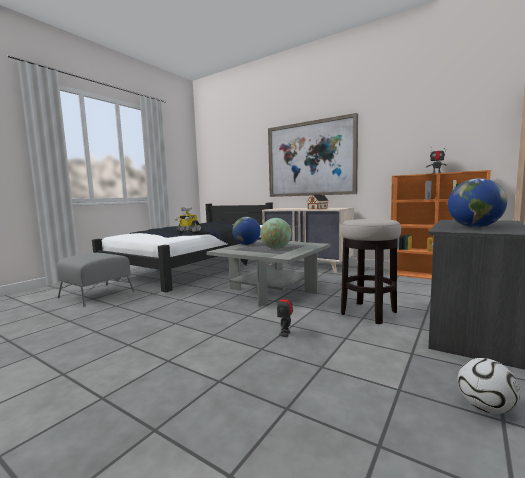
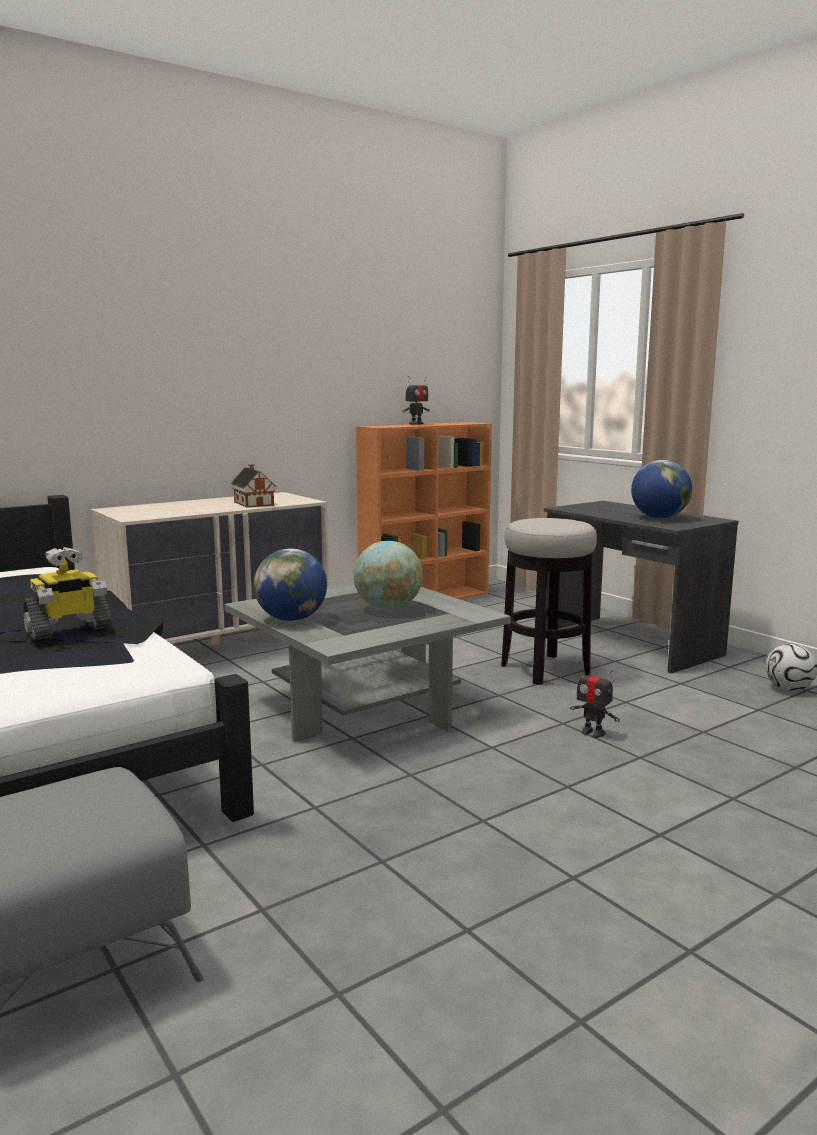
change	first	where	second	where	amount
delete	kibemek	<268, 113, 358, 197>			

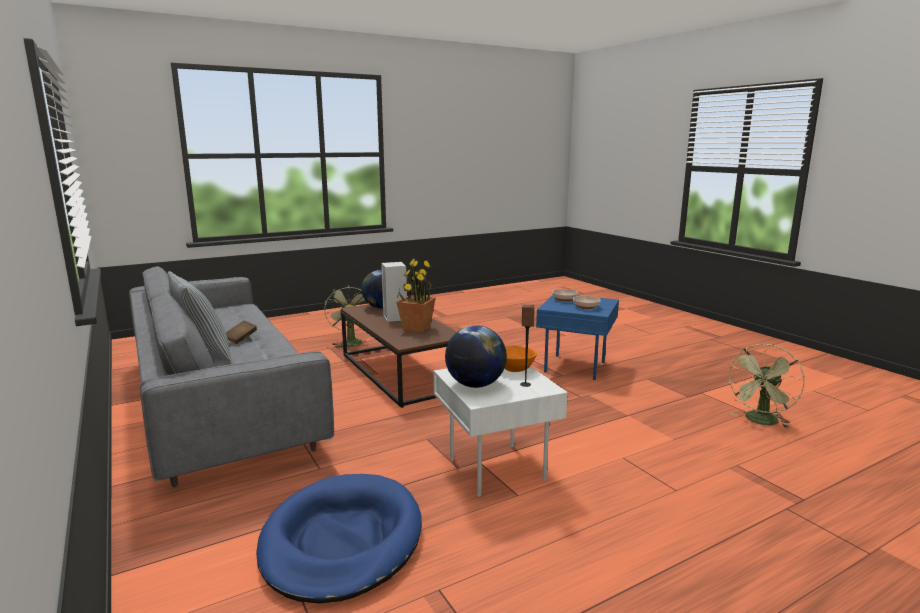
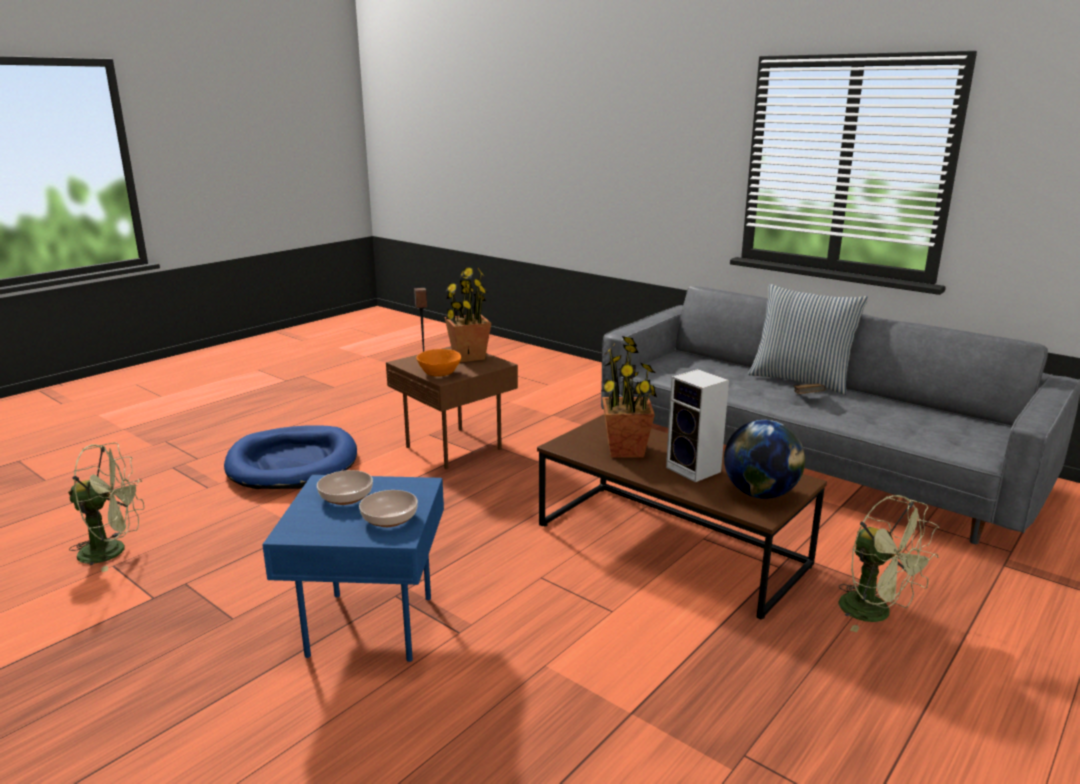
change	first	where	second	where	amount
rotate	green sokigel	<726, 344, 805, 429>		<68, 442, 145, 572>	60 degrees clockwise
move	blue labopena	<256, 474, 422, 604>		<224, 425, 357, 489>	
recolor	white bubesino	<433, 366, 567, 497>	brown bubesino	<386, 346, 518, 469>	
replace	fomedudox	<445, 325, 507, 388>	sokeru	<444, 267, 491, 362>	

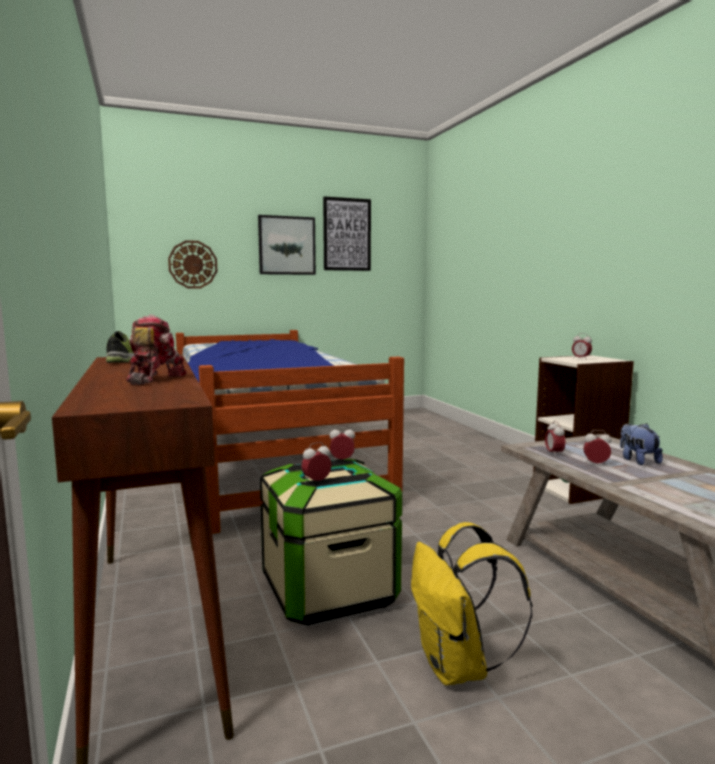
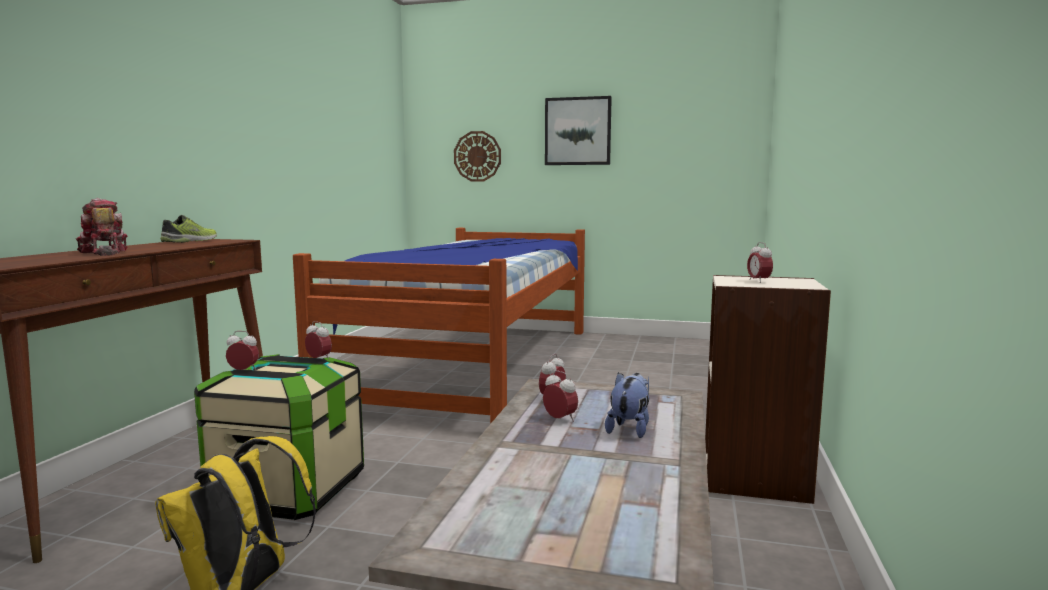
change	first	where	second	where	amount
rotate	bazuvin	<126, 315, 187, 385>		<76, 198, 128, 256>	75 degrees counterclockwise
delete	kibemek	<323, 196, 371, 271>			

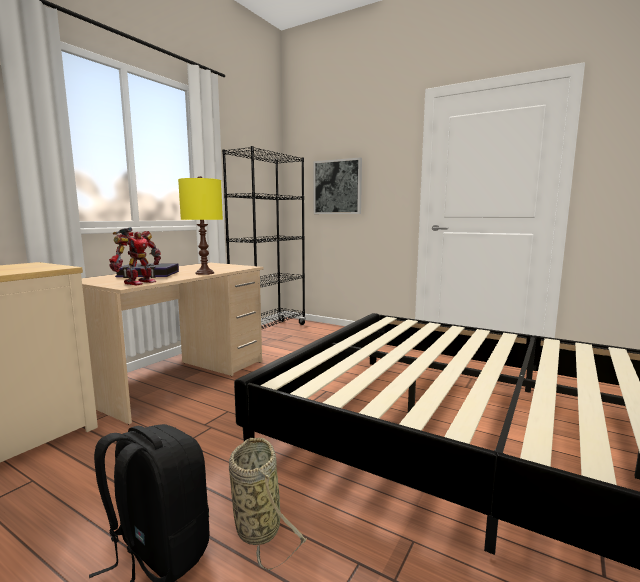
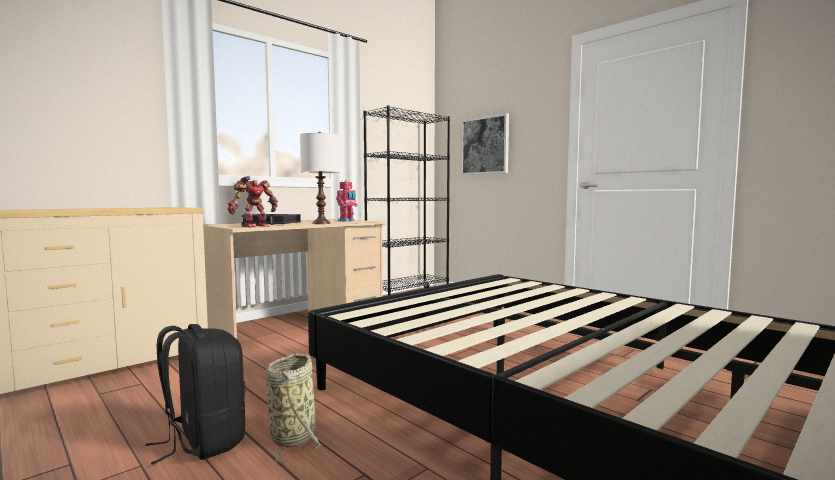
change	first	where	second	where	amount
recolor	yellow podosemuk	<178, 176, 223, 275>	white podosemuk	<300, 132, 340, 224>	
insert			bazuvin	<336, 180, 357, 222>	

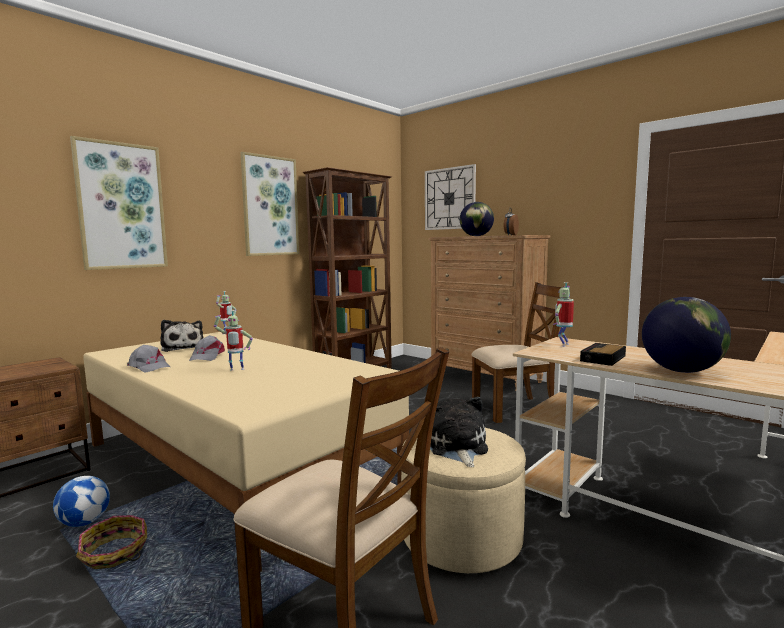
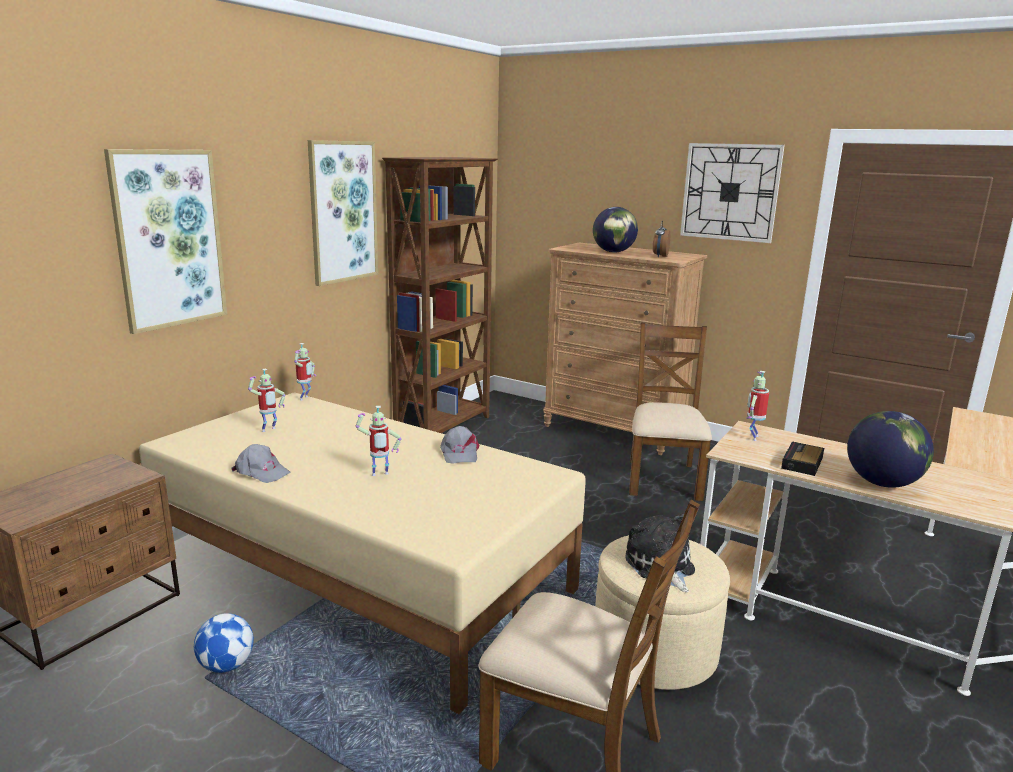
change	first	where	second	where	amount
replace	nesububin	<160, 320, 203, 352>	bazuvin	<248, 368, 285, 432>	
move	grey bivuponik	<189, 335, 225, 361>		<440, 426, 480, 464>	
rotate	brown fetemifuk	<472, 282, 565, 423>		<629, 323, 712, 501>	60 degrees counterclockwise
move	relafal	<425, 164, 476, 230>		<680, 143, 785, 243>	
delete	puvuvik	<76, 515, 147, 569>			

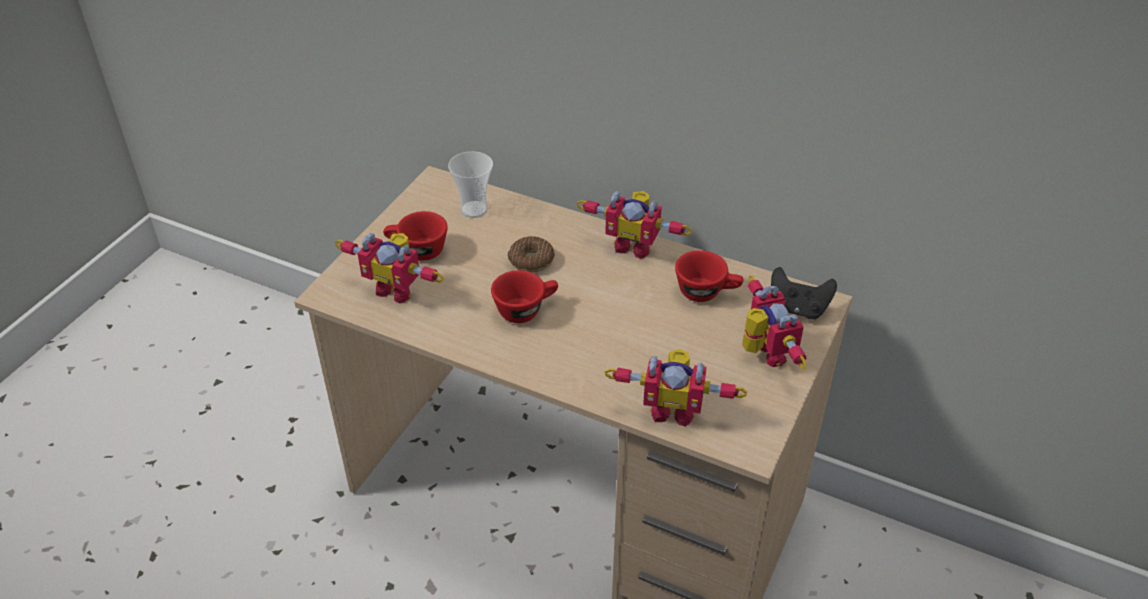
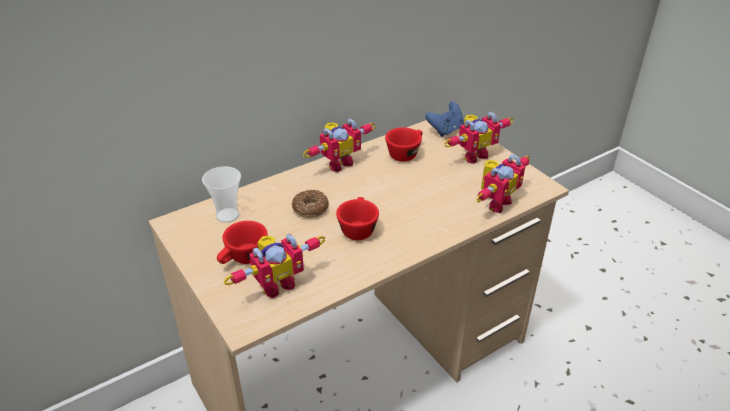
change	first	where	second	where	amount
recolor	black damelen	<771, 267, 837, 319>	blue damelen	<425, 102, 464, 137>	
rotate	bazuvin	<742, 276, 807, 369>		<444, 112, 514, 164>	135 degrees clockwise

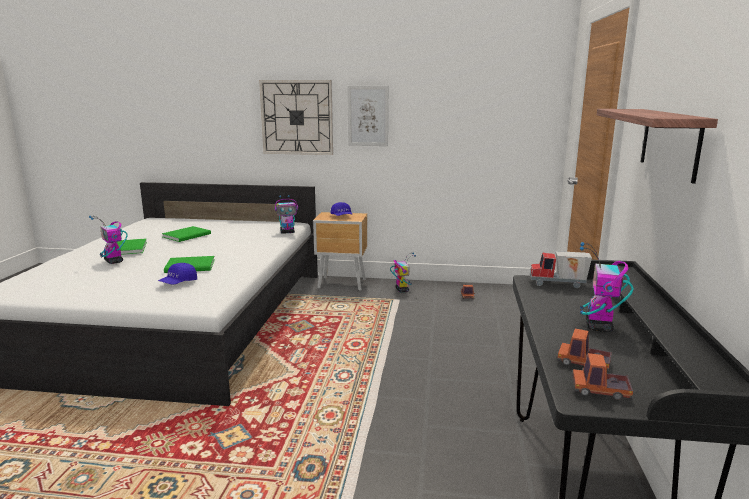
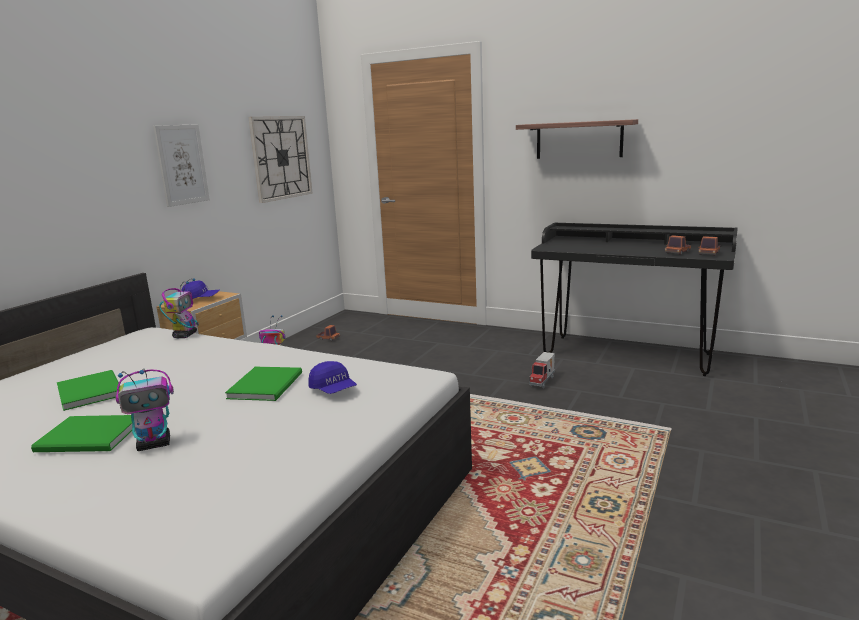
change	first	where	second	where	amount
move	relafal	<259, 80, 333, 155>		<248, 116, 313, 203>	
move	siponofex	<530, 251, 592, 288>		<529, 352, 555, 388>	
delete	bazuvin	<580, 242, 634, 332>			

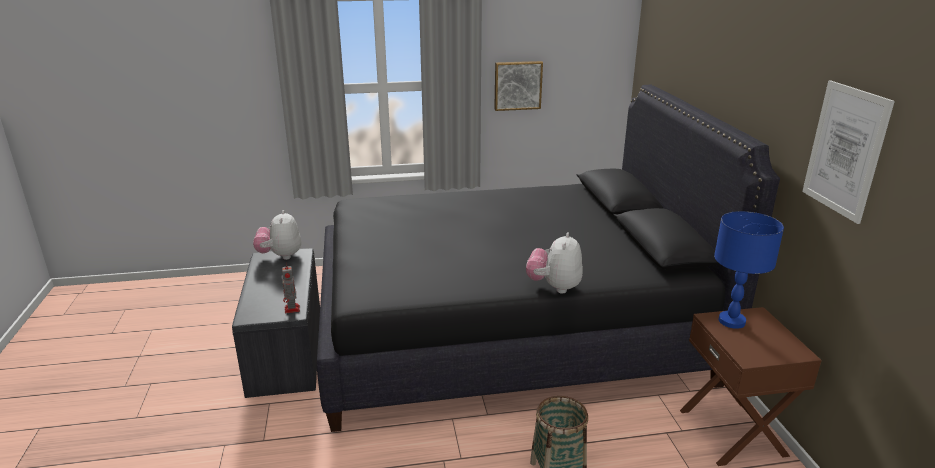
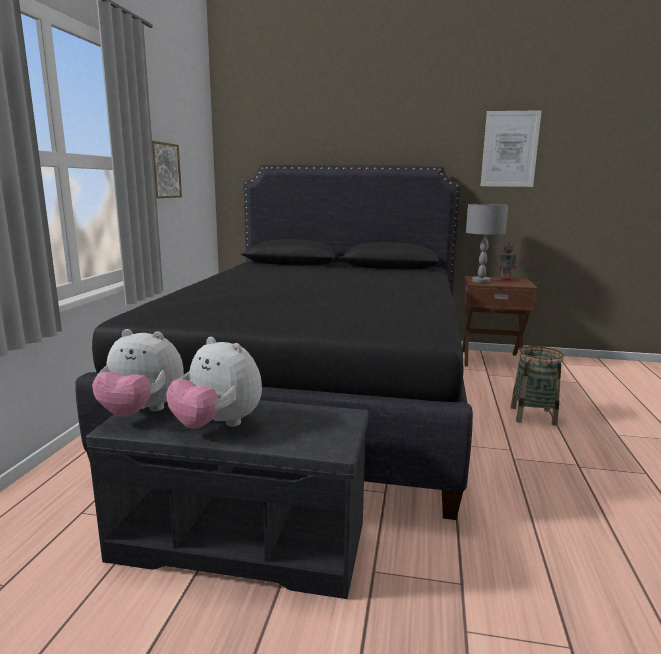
change	first	where	second	where	amount
move	nesububin	<526, 233, 583, 294>		<167, 337, 262, 429>	
recolor	blue podosemuk	<714, 211, 784, 329>	grey podosemuk	<466, 204, 508, 283>	
move	bazuvin	<282, 264, 300, 314>		<499, 241, 516, 280>	

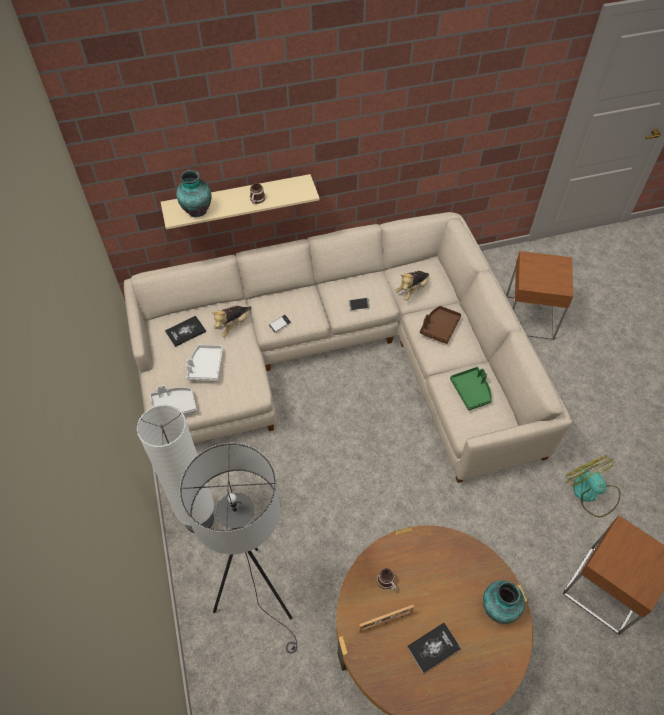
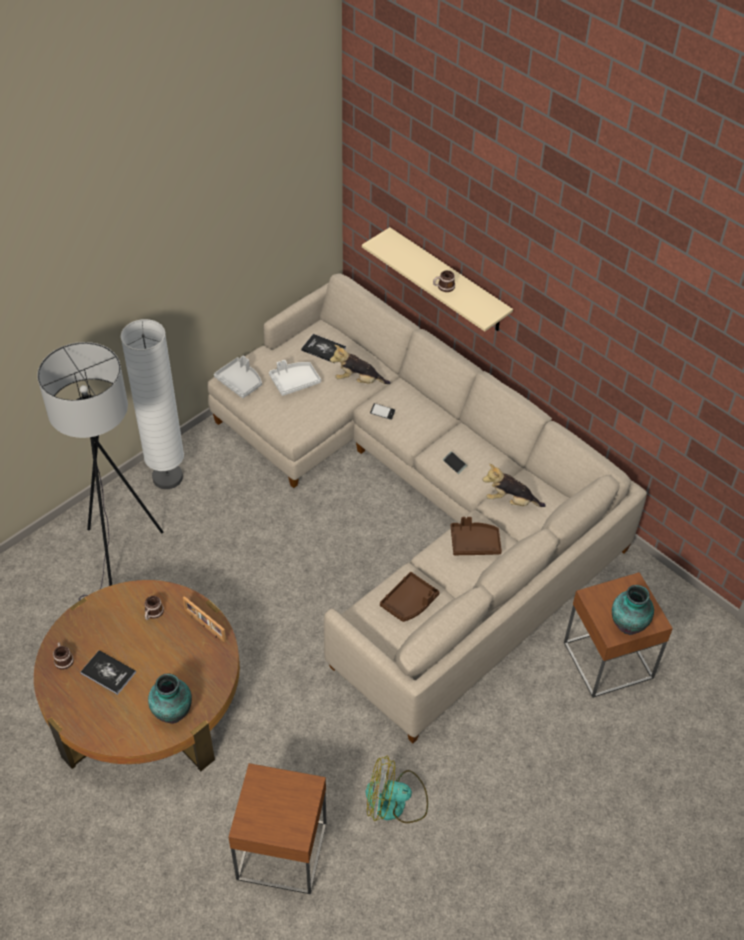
change	first	where	second	where	amount
insert			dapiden	<53, 642, 74, 670>	
move	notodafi	<359, 605, 414, 633>		<183, 596, 226, 643>	
rotate	sokigel	<566, 455, 620, 518>		<365, 756, 428, 823>	120 degrees counterclockwise
recolor	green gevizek	<450, 367, 492, 410>	brown gevizek	<380, 572, 440, 622>	
move	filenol	<176, 170, 211, 217>		<612, 585, 654, 635>	

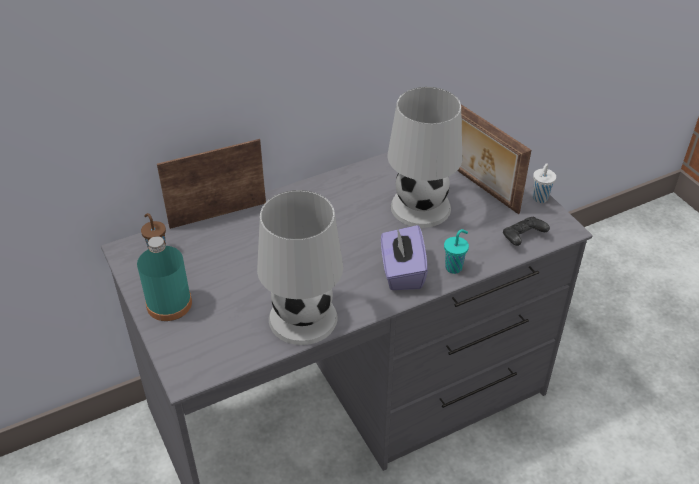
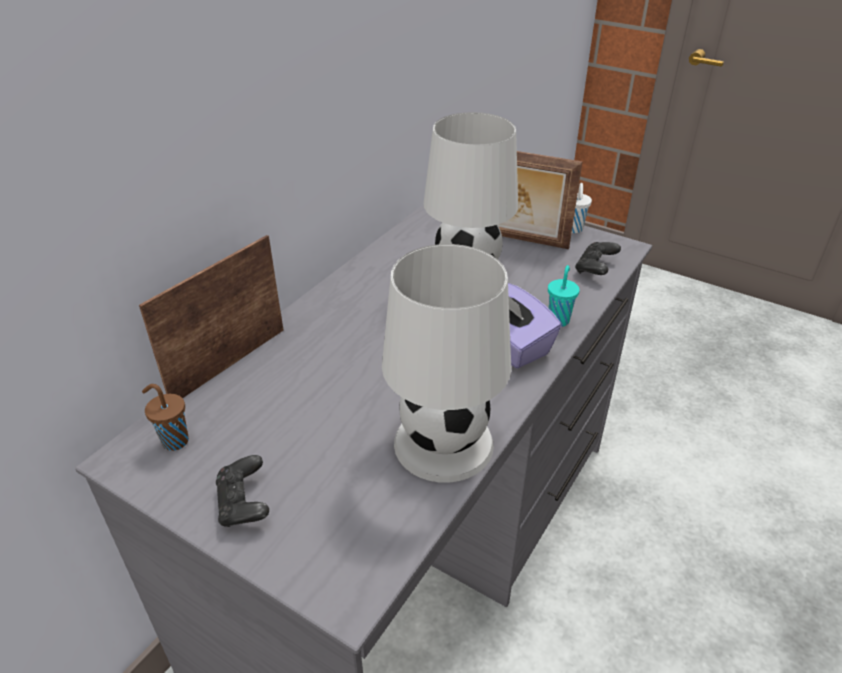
change	first	where	second	where	amount
replace	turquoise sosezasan	<137, 236, 192, 321>	black damelen	<216, 455, 269, 527>	

